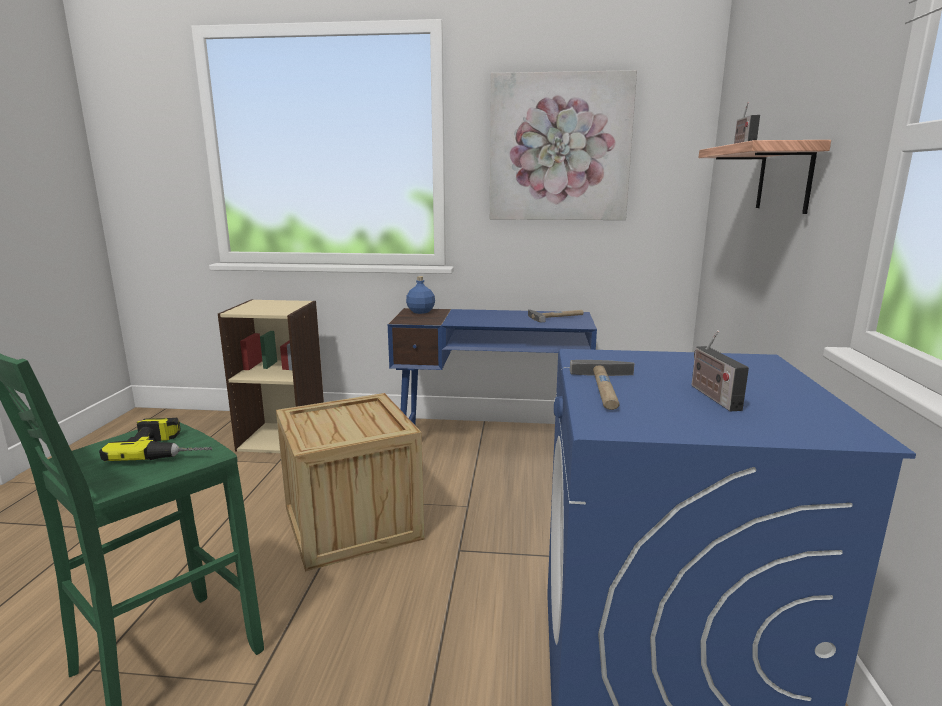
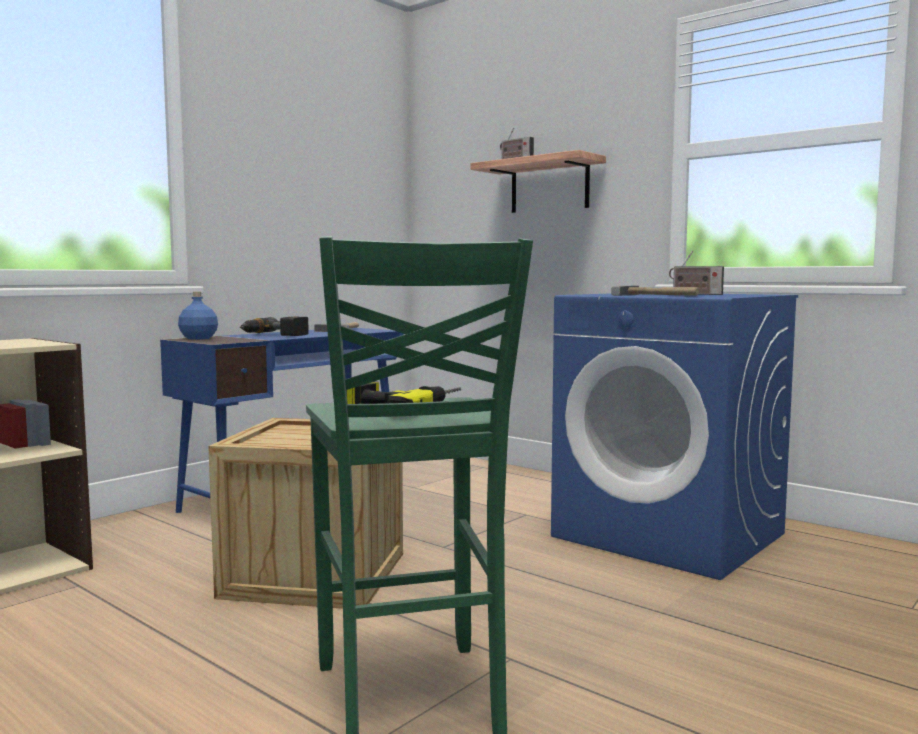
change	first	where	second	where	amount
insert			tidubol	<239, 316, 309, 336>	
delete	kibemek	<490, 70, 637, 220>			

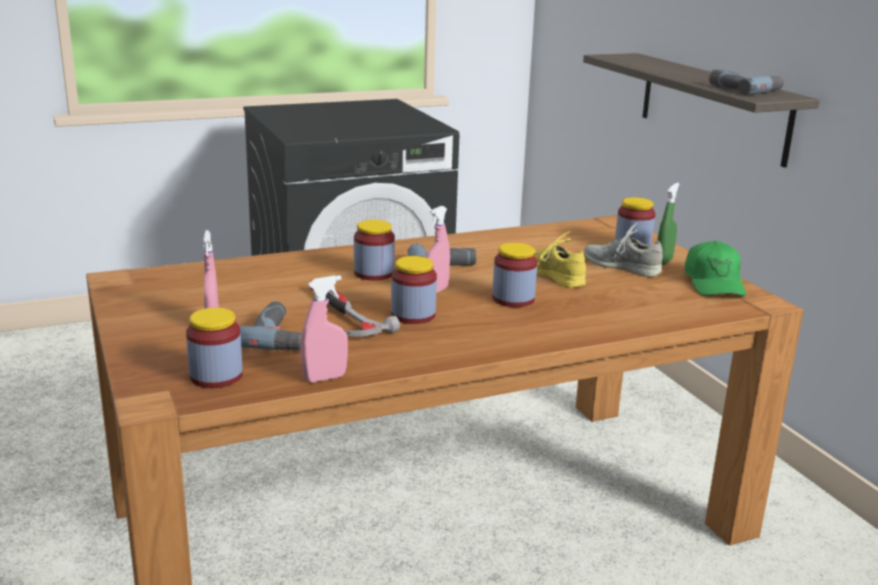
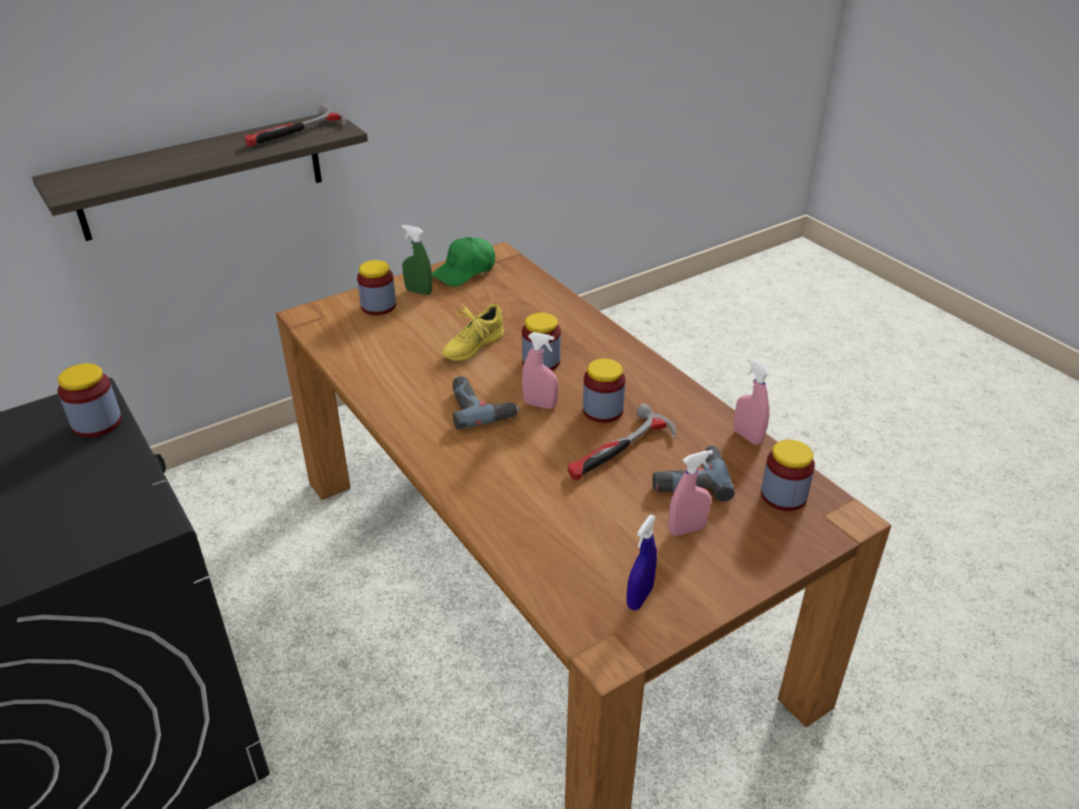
change	first	where	second	where	amount
move	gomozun	<354, 220, 395, 280>		<58, 363, 122, 438>	
replace	tidubol	<709, 69, 784, 95>	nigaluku	<244, 104, 346, 147>	
rotate	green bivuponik	<684, 241, 746, 296>		<432, 237, 495, 287>	150 degrees clockwise
insert			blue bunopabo	<626, 515, 657, 610>	
delete	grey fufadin	<584, 222, 663, 278>			

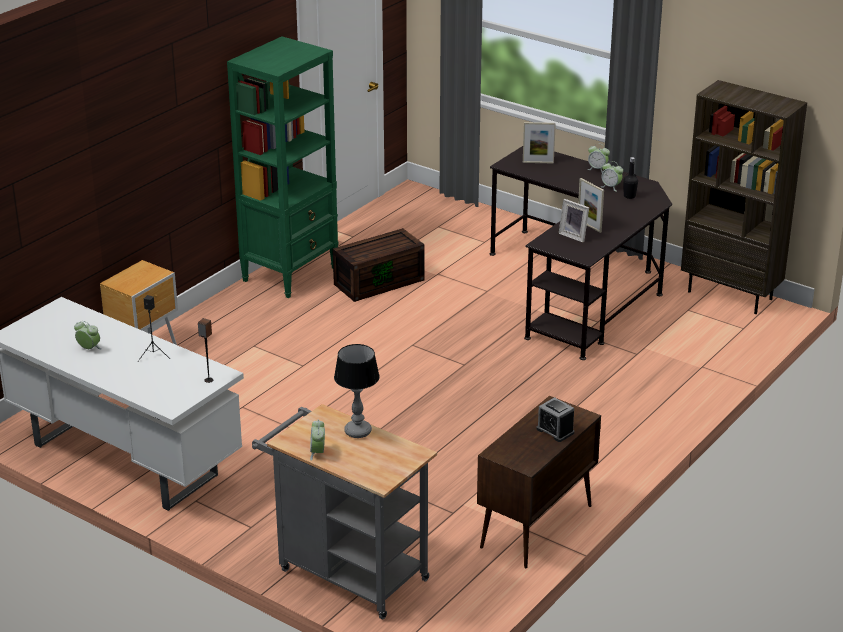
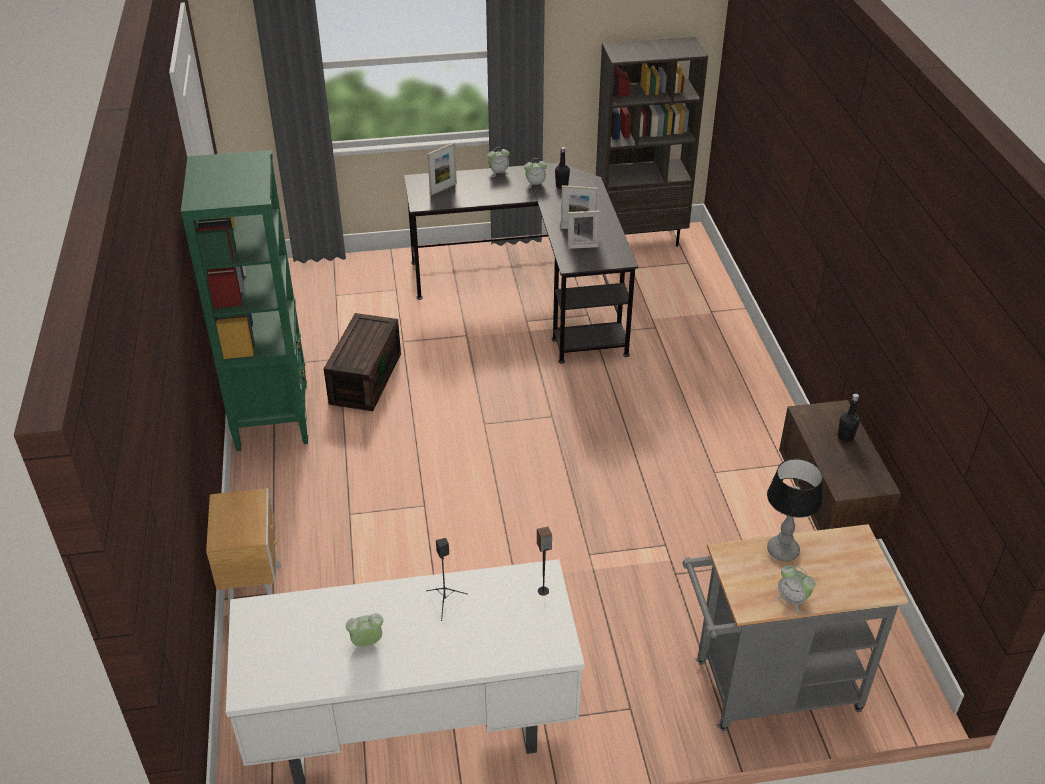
change	first	where	second	where	amount
replace	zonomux	<537, 397, 574, 442>	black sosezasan	<838, 394, 860, 442>	

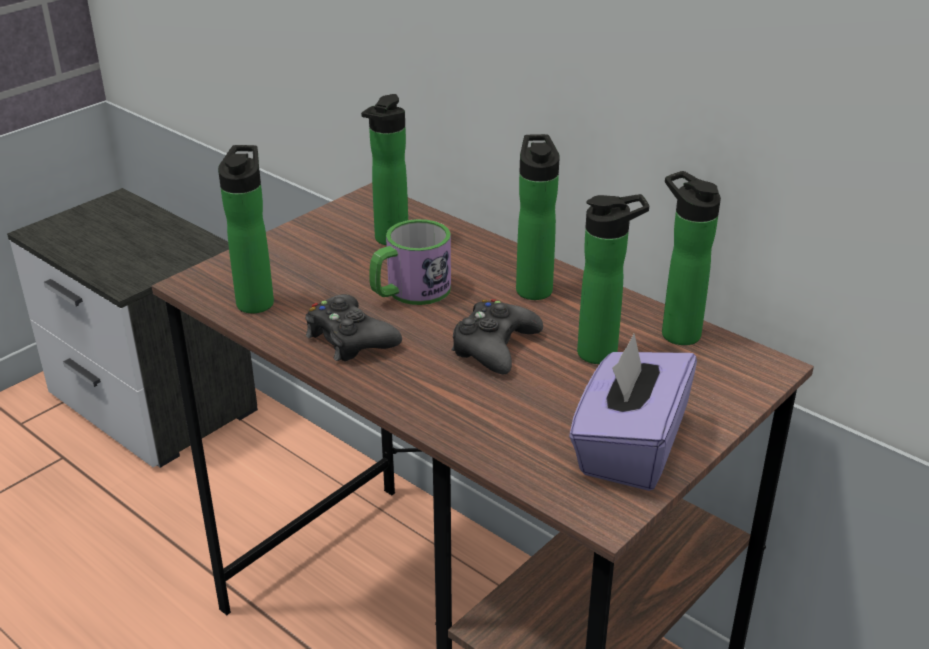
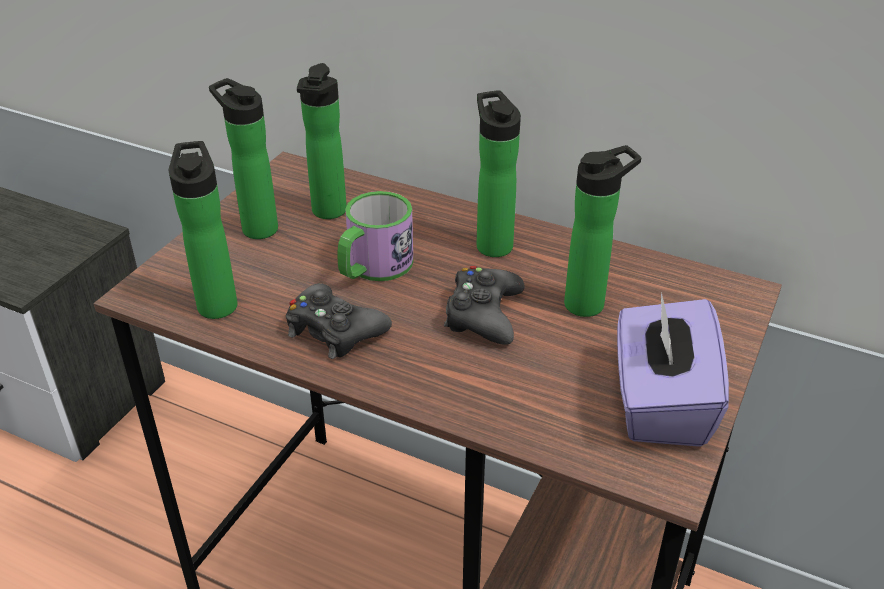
change	first	where	second	where	amount
move	sosezasan	<662, 171, 721, 345>		<209, 78, 278, 239>	

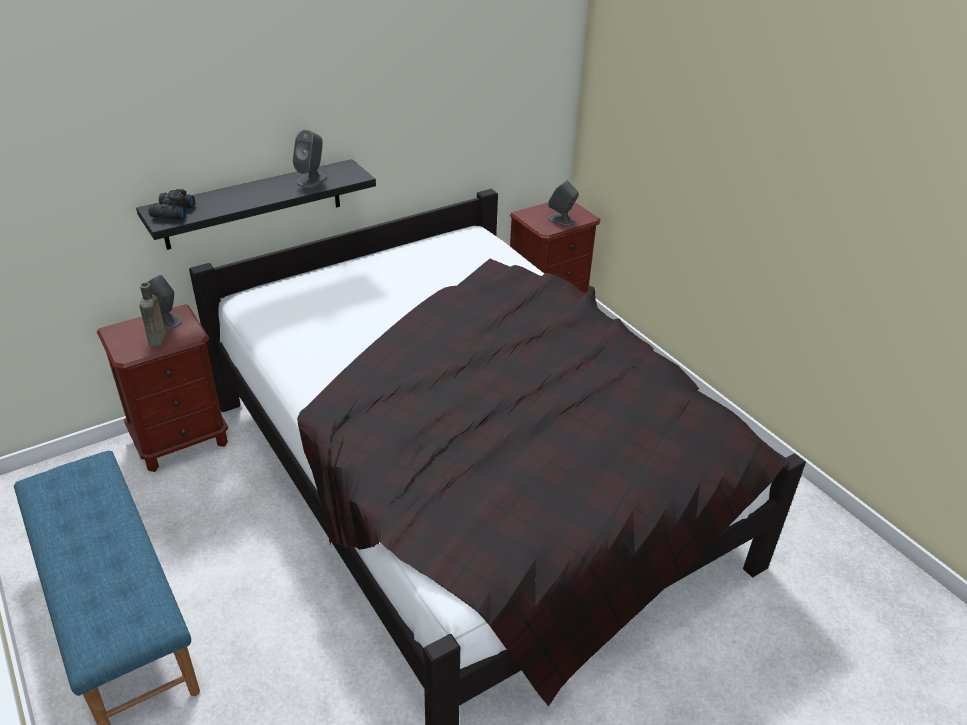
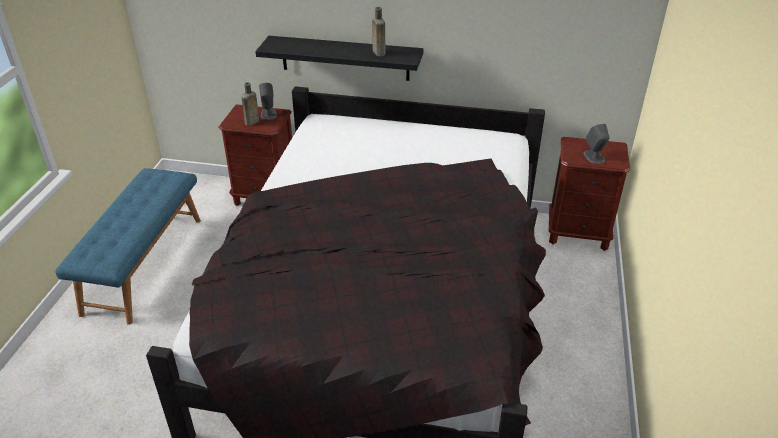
change	first	where	second	where	amount
replace	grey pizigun	<293, 130, 327, 188>	brown sosezasan	<372, 7, 386, 57>	
delete	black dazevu	<148, 189, 195, 220>			

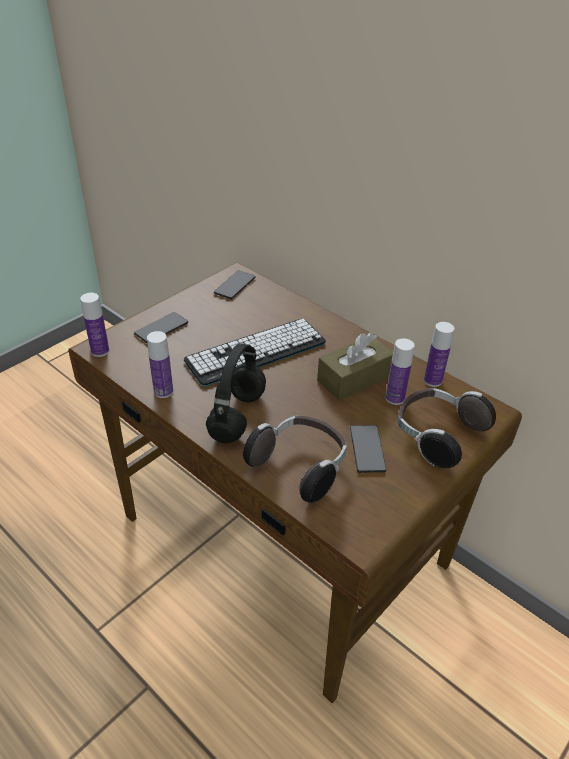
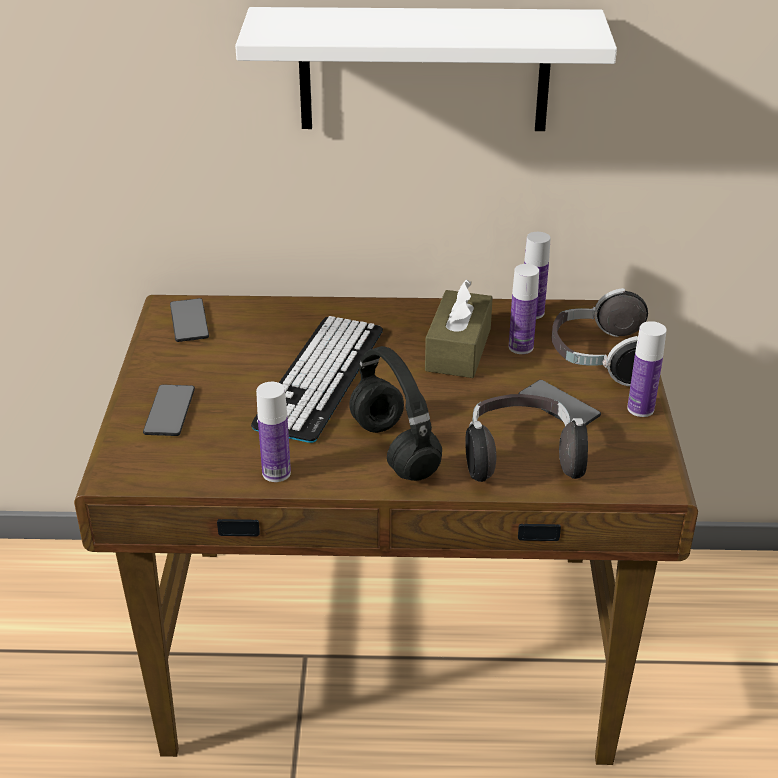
change	first	where	second	where	amount
insert			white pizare	<235, 7, 617, 131>	
move	sosezasan	<80, 293, 109, 357>		<627, 321, 667, 417>	

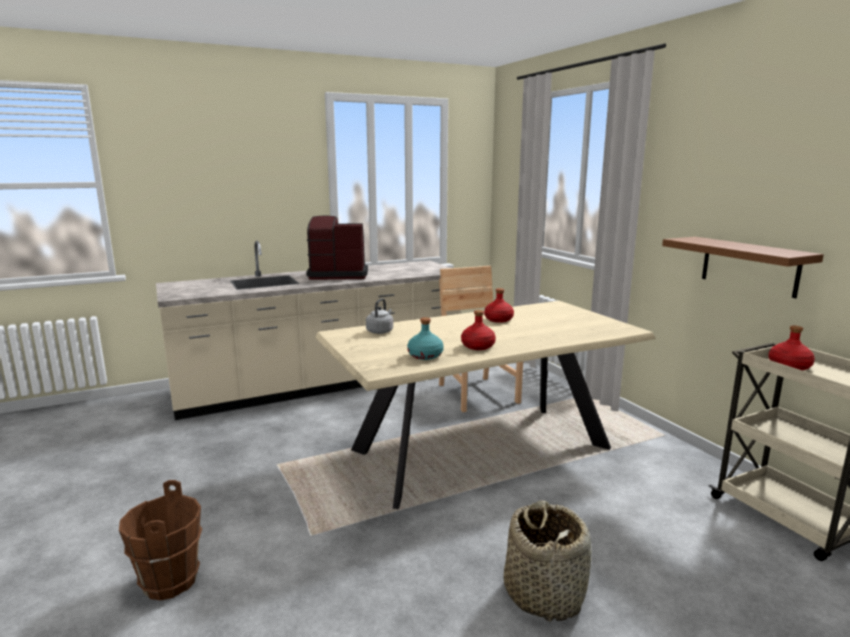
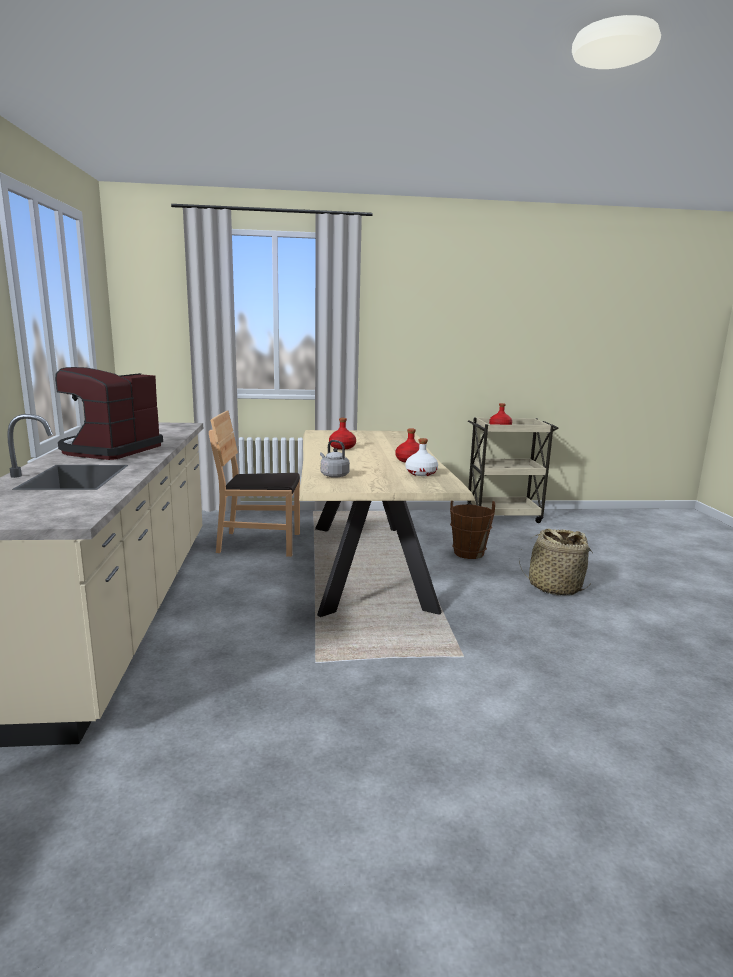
change	first	where	second	where	amount
recolor	turquoise sosezasan	<407, 317, 444, 360>	white sosezasan	<406, 438, 438, 476>	
move	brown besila	<119, 480, 202, 600>		<450, 501, 495, 559>	
delete	brown pizare	<662, 237, 824, 298>			

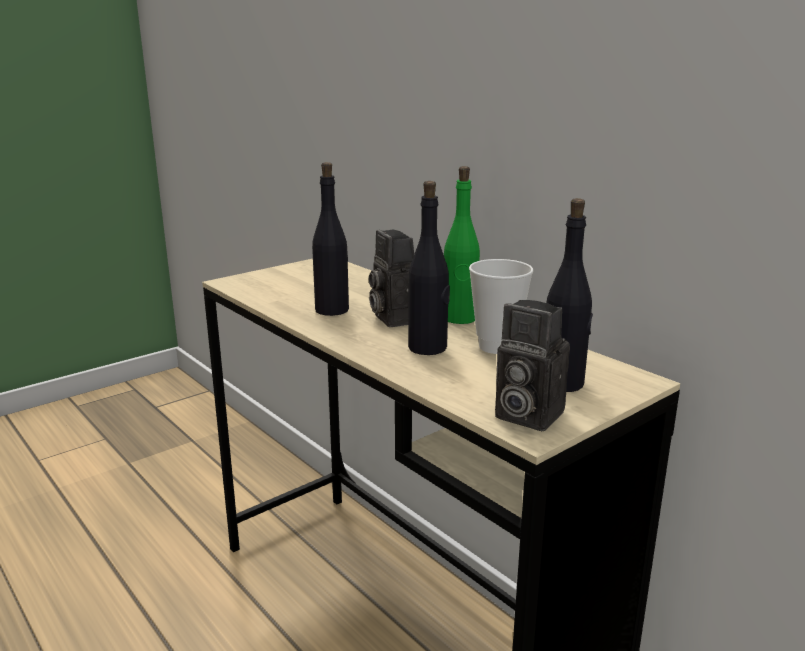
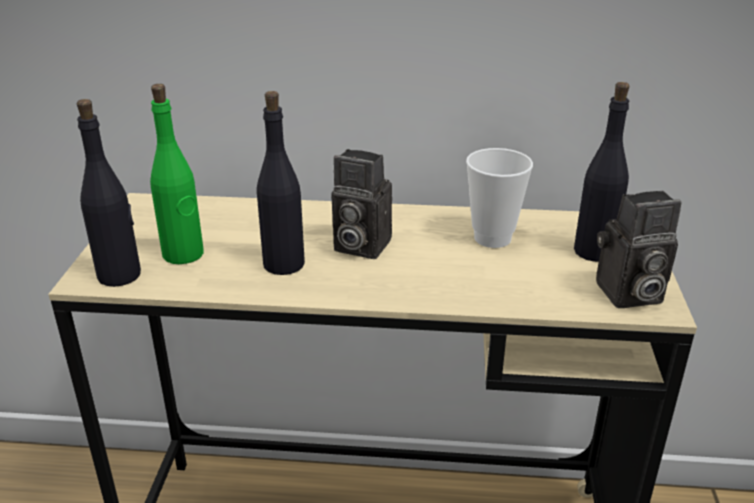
change	first	where	second	where	amount
move	black sosezasan	<408, 181, 450, 355>		<77, 99, 141, 287>	
move	green sosezasan	<444, 166, 480, 324>		<150, 84, 204, 264>	

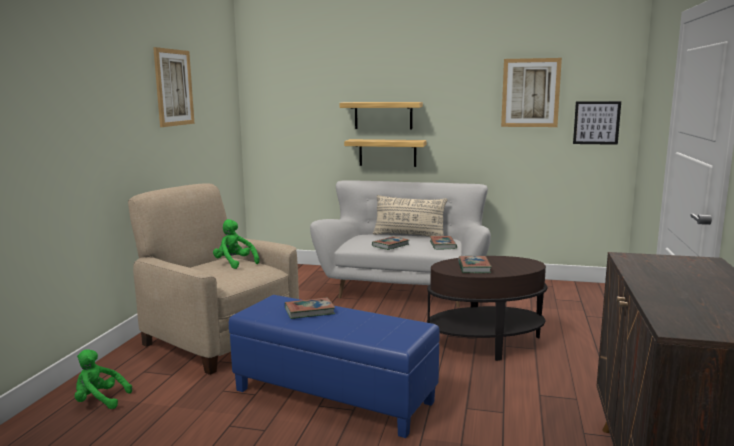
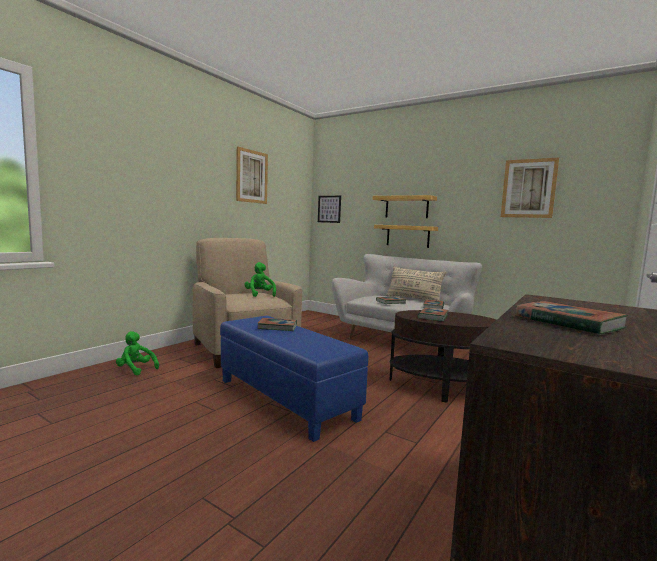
change	first	where	second	where	amount
move	kibemek	<573, 101, 621, 145>		<318, 196, 341, 223>	
insert			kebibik	<515, 301, 628, 335>	

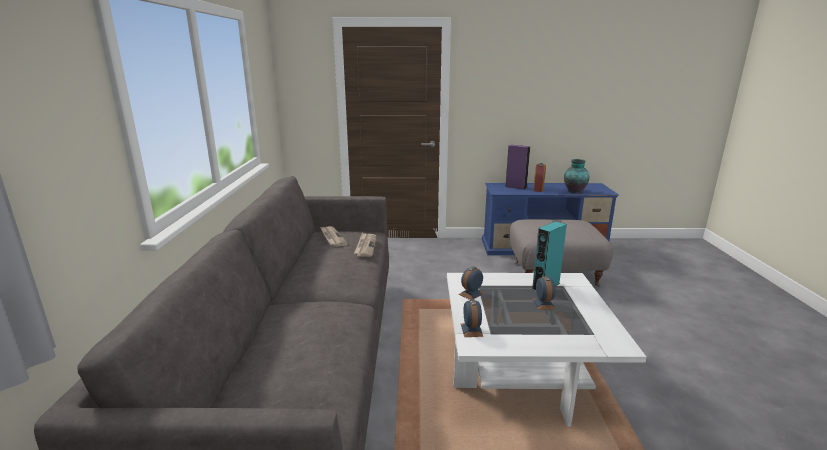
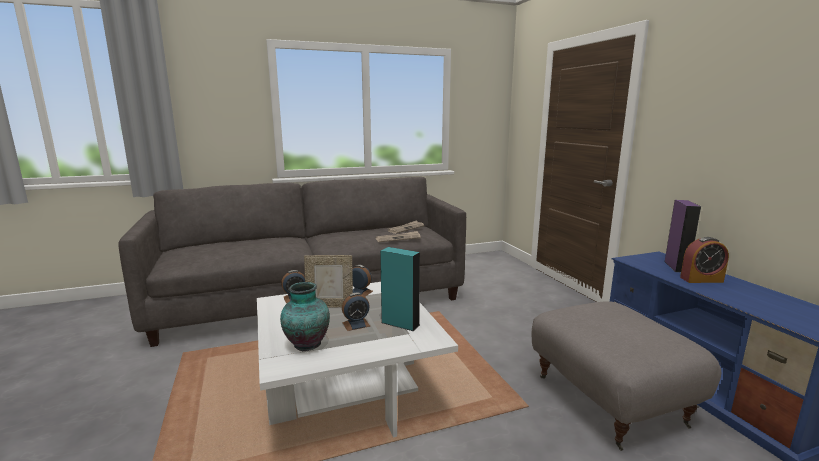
change	first	where	second	where	amount
move	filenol	<564, 159, 590, 193>		<280, 282, 330, 351>	
insert			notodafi	<304, 255, 353, 307>	

